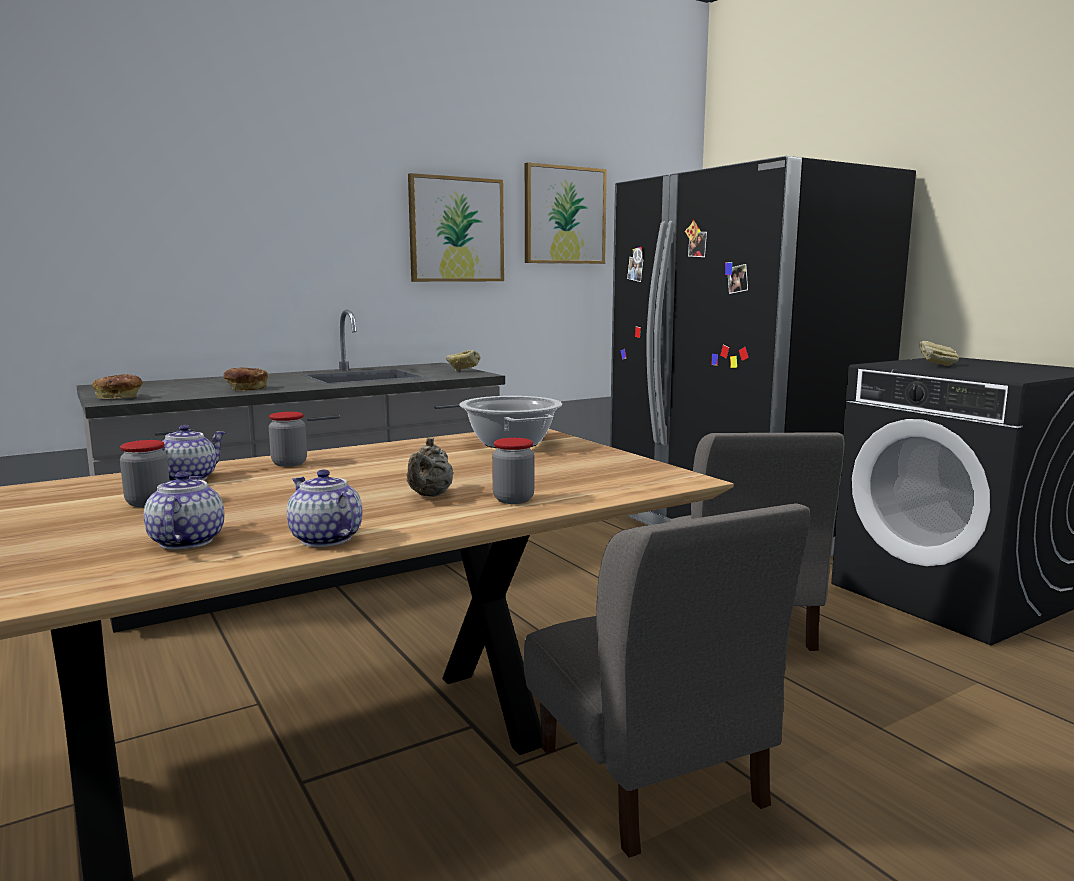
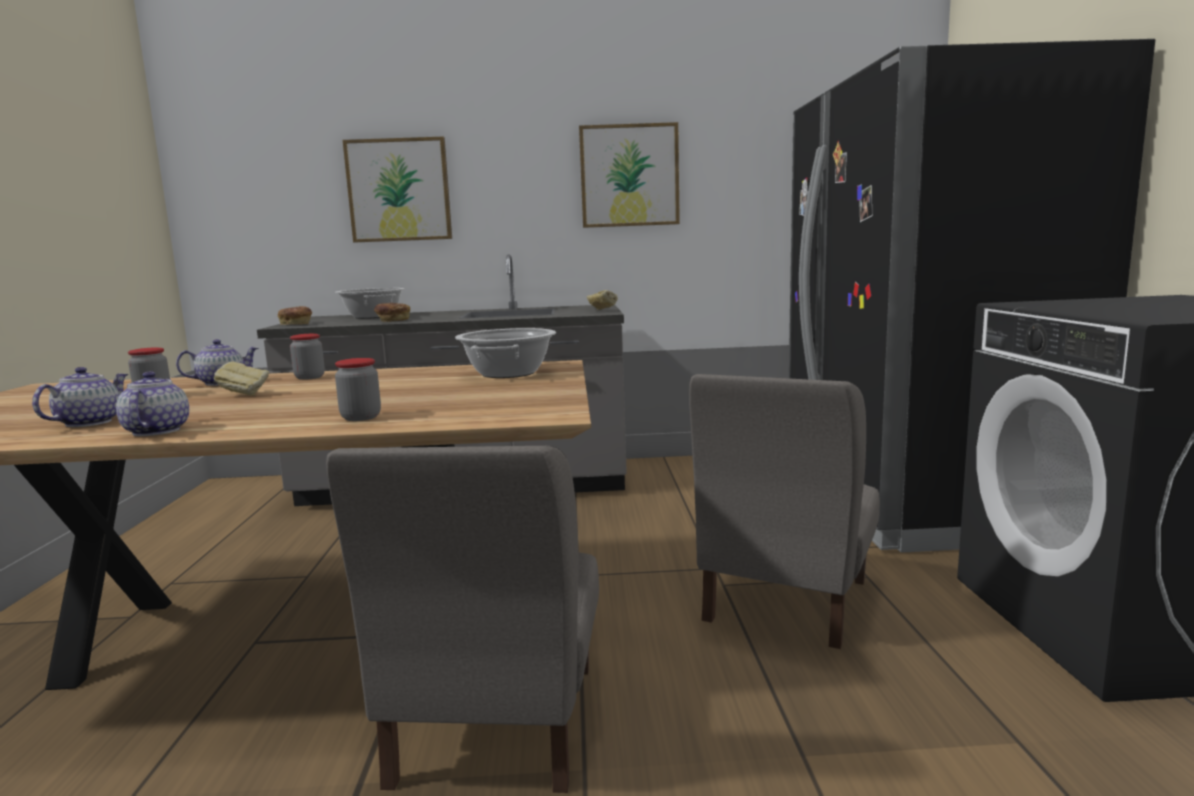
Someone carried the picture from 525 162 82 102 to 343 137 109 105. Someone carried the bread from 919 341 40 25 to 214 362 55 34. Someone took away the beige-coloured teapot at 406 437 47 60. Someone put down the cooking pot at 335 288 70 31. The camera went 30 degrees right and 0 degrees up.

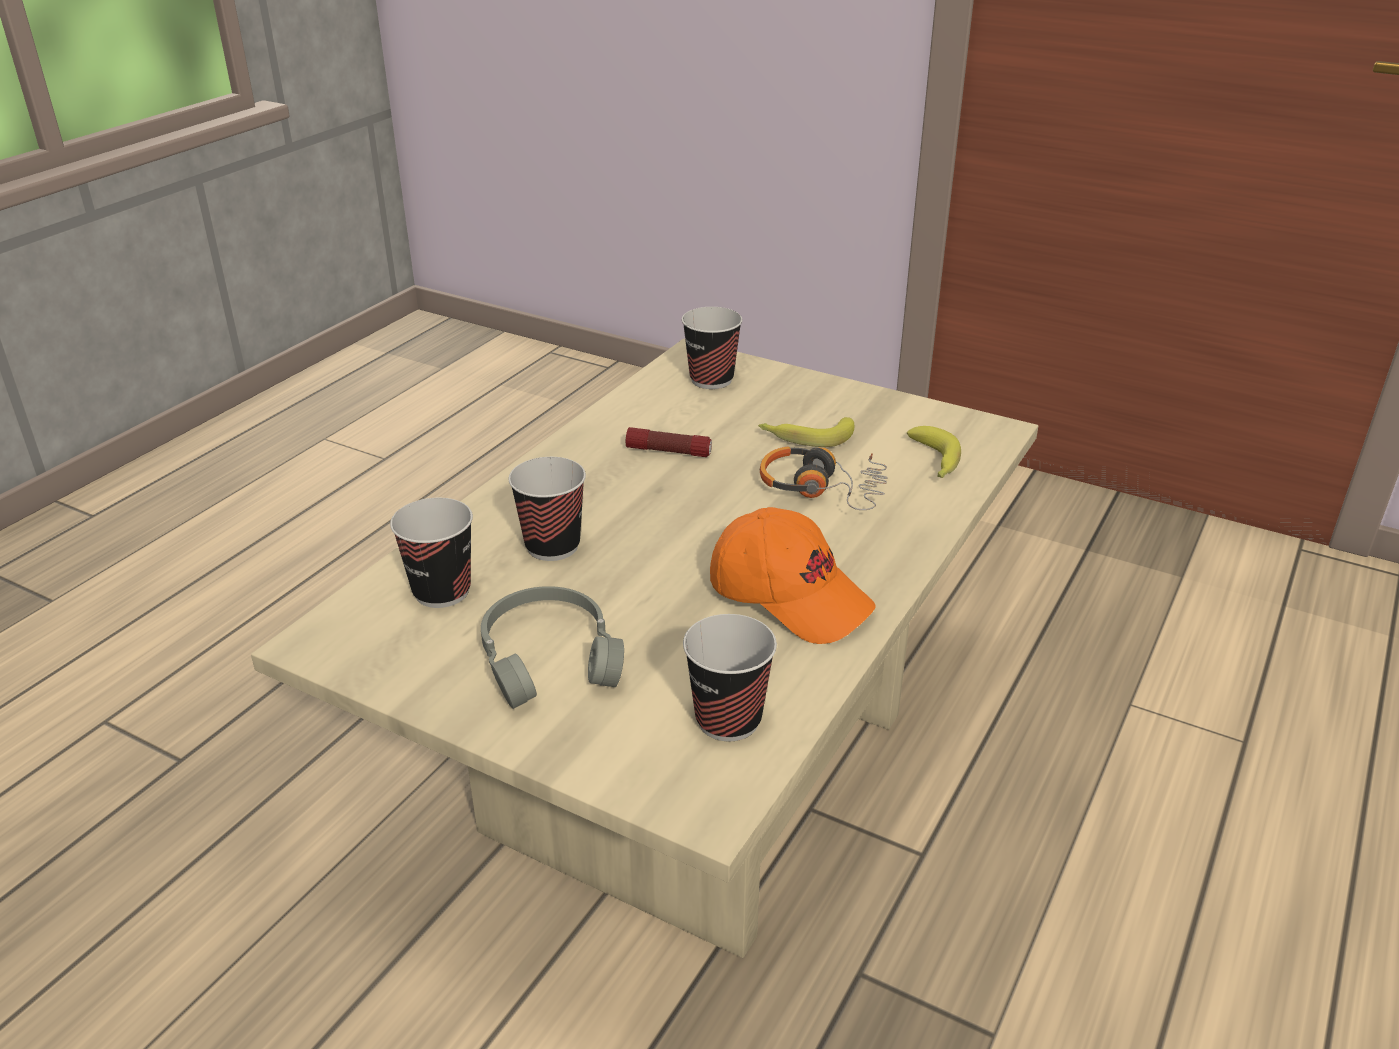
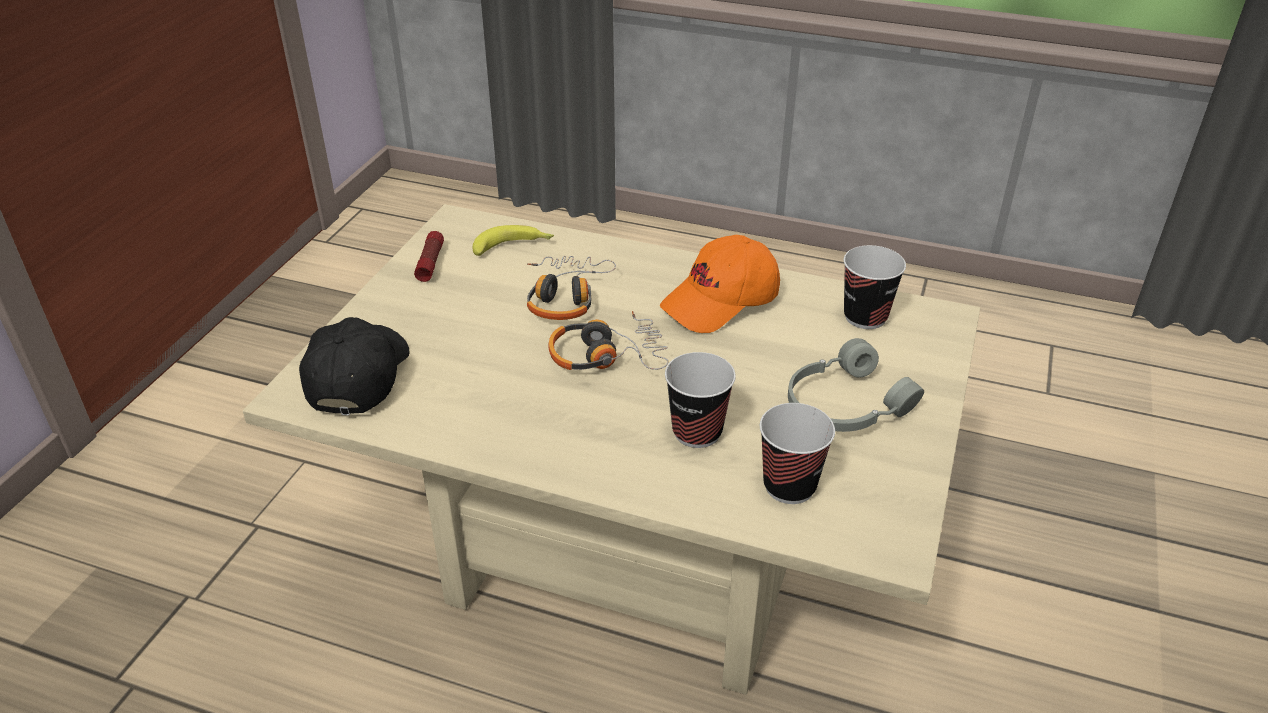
Someone swapped the small cup at 682 307 60 82 for the black baseball cap at 299 317 111 98. Someone took away the banana at 758 417 96 30. Someone carried the torch from 626 427 86 30 to 414 231 30 51. Someone rotated the orange-coloured baseball cap at 710 507 166 137 by 150 degrees counterclockwise. Someone put down the headphones at 548 311 121 59. The camera went 100 degrees left and 5 degrees up.

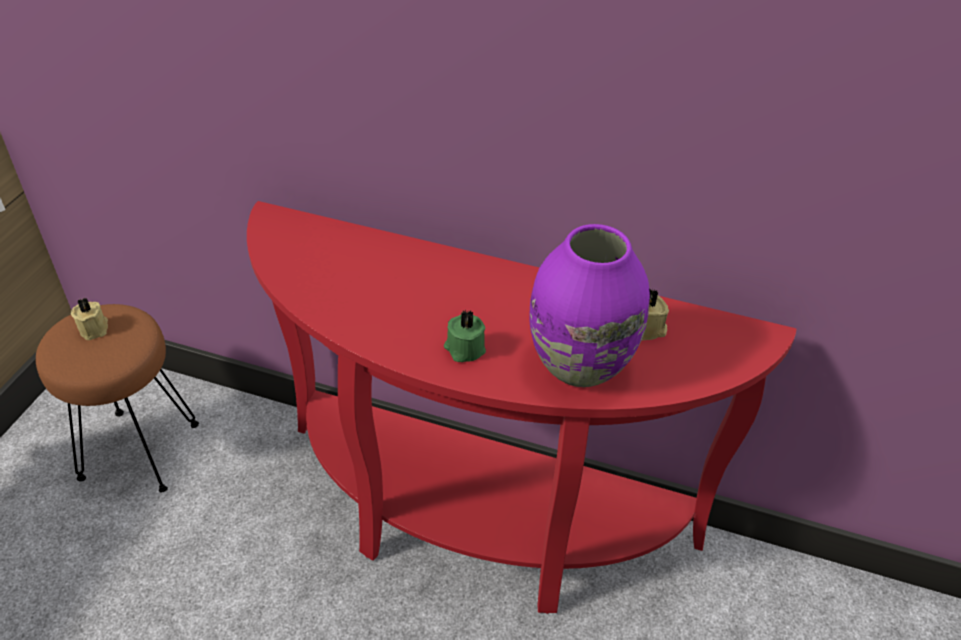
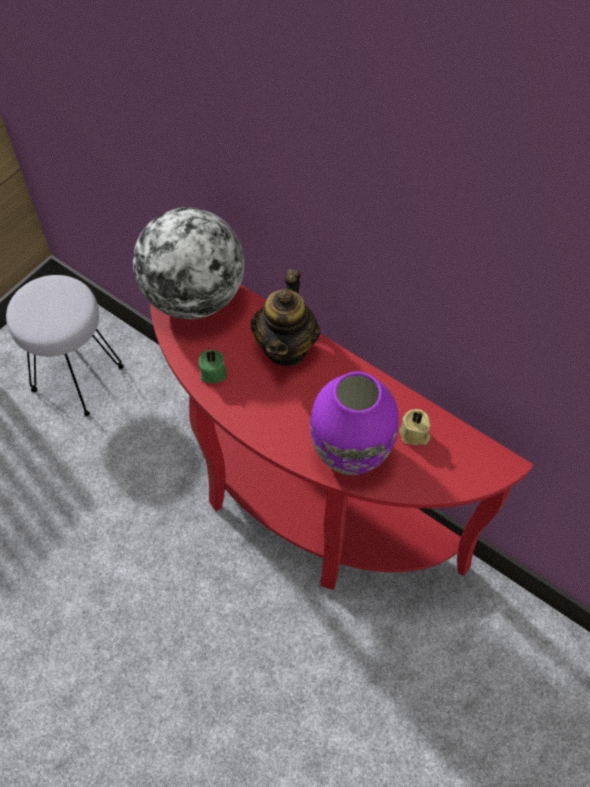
Someone took away the beige-coloured candle at 71 298 37 42. Someone repainted the brown stool seat at 36 304 163 188, which became the grey stool seat at 6 275 118 141. Someone carried the green-coloured candle from 444 309 42 53 to 198 350 29 33. Someone put down the world globe at 133 207 111 112. Someone put down the teapot at 251 269 69 97. The camera went 20 degrees right and 15 degrees up.

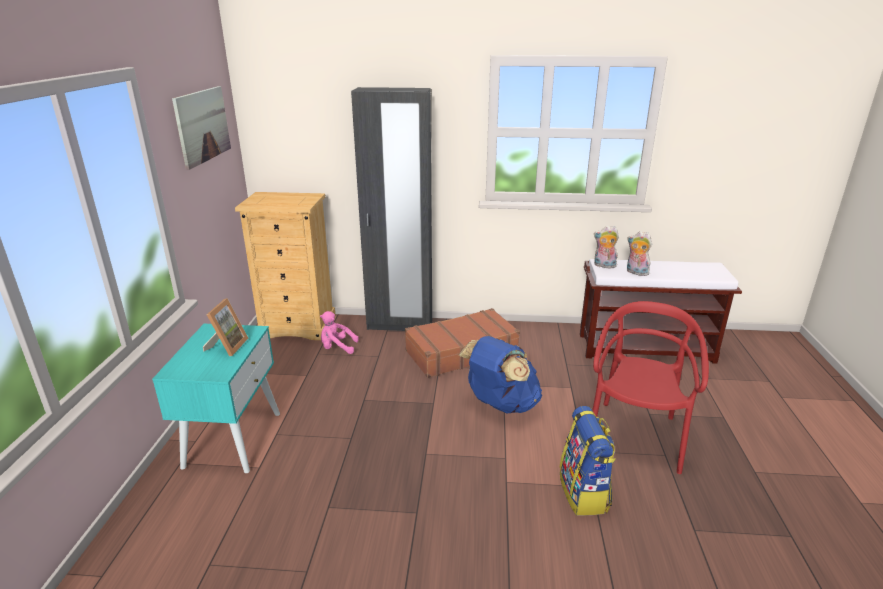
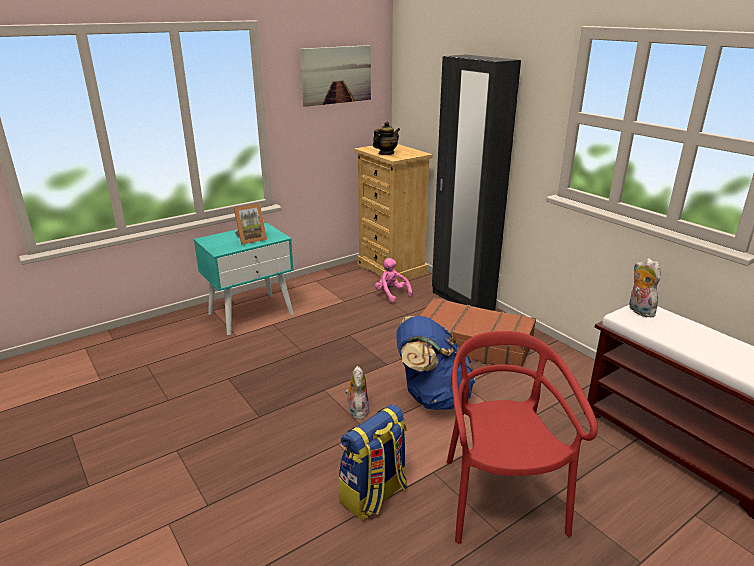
Someone carried the soft toy from 627 231 25 45 to 345 366 24 54. Someone rotated the reddish chair at 592 301 117 173 by 75 degrees counterclockwise. Someone put down the teapot at 373 122 27 33. The camera went 50 degrees right and 0 degrees up.

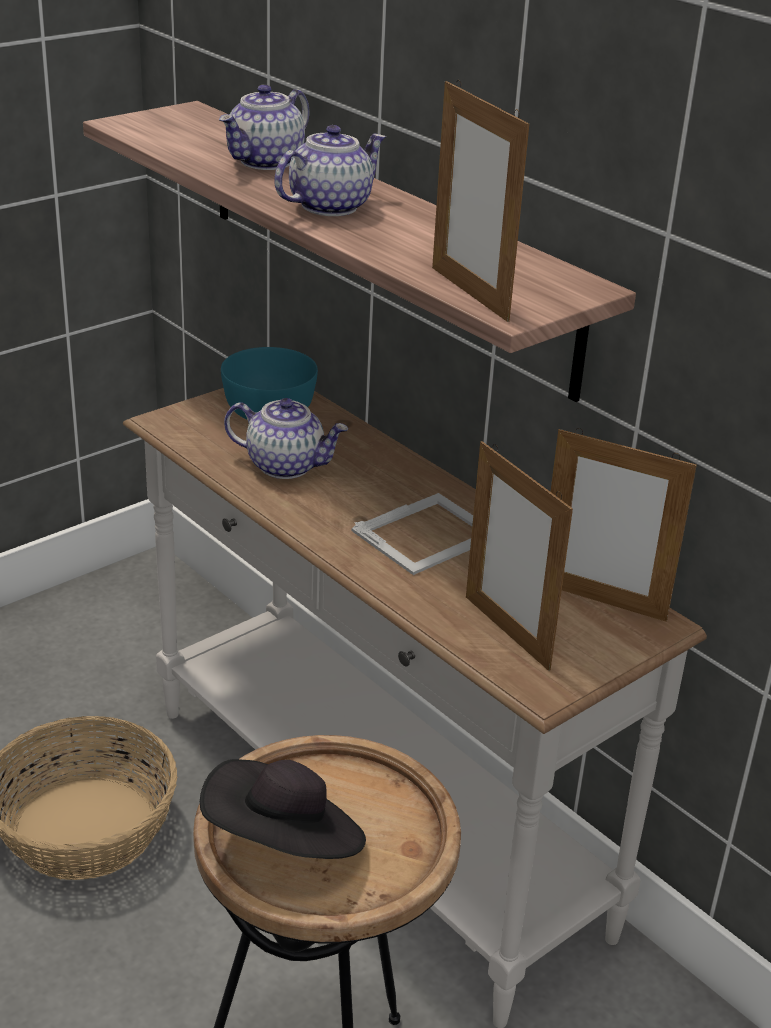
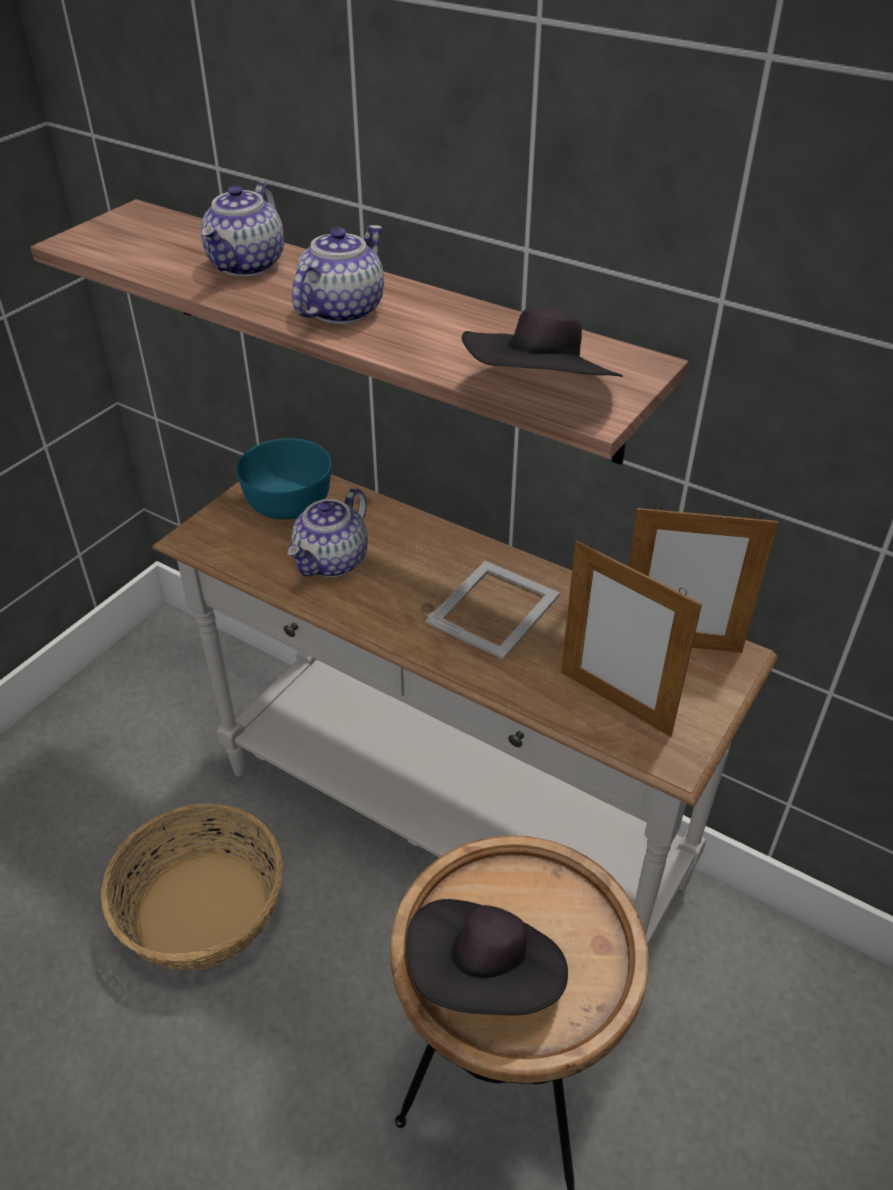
Someone swapped the standing frame at 432 80 97 242 for the black wearable hat at 462 306 161 71. Someone rotated the teapot at 224 398 125 81 by 120 degrees clockwise. The camera went 15 degrees left and 10 degrees up.

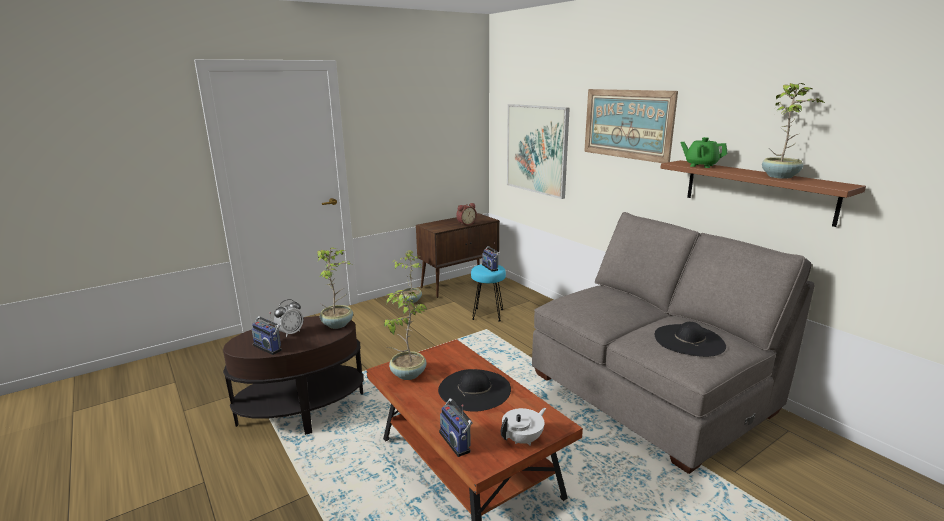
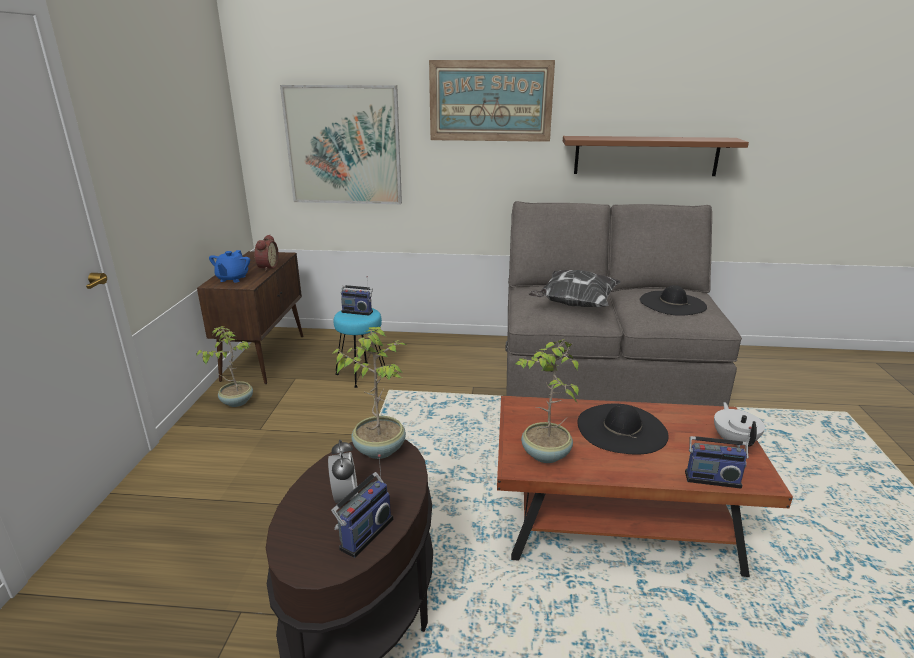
Someone took away the plant in a pot at 762 83 63 96. Someone took away the green-coloured teapot at 681 137 47 31. Someone rotated the radio at 252 312 30 43 by 45 degrees counterclockwise. Someone put down the blue-coloured teapot at 209 250 41 33. Someone put down the cushion at 529 270 92 37. The camera went 50 degrees left and 5 degrees up.

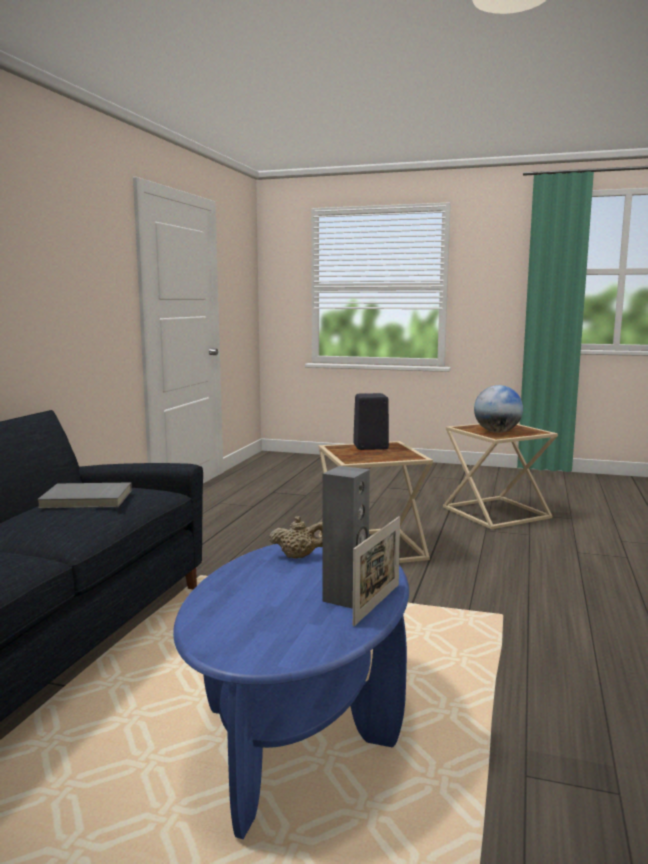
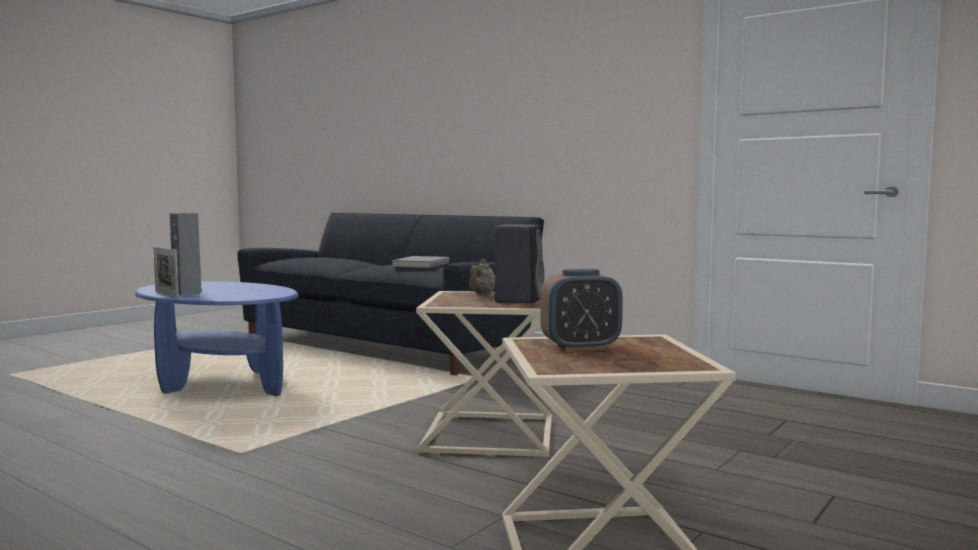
Someone swapped the world globe at 474 385 49 48 for the table clock at 540 269 83 82. Someone carried the beige-coloured teapot from 269 516 53 42 to 469 259 26 35. The camera went 110 degrees right and 5 degrees down.

